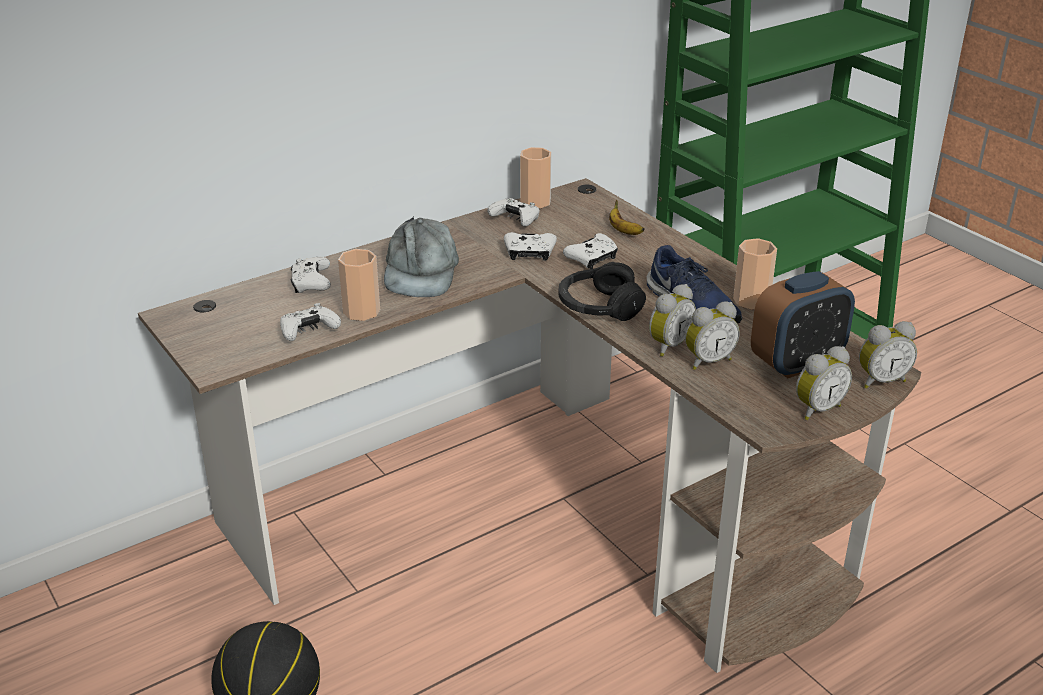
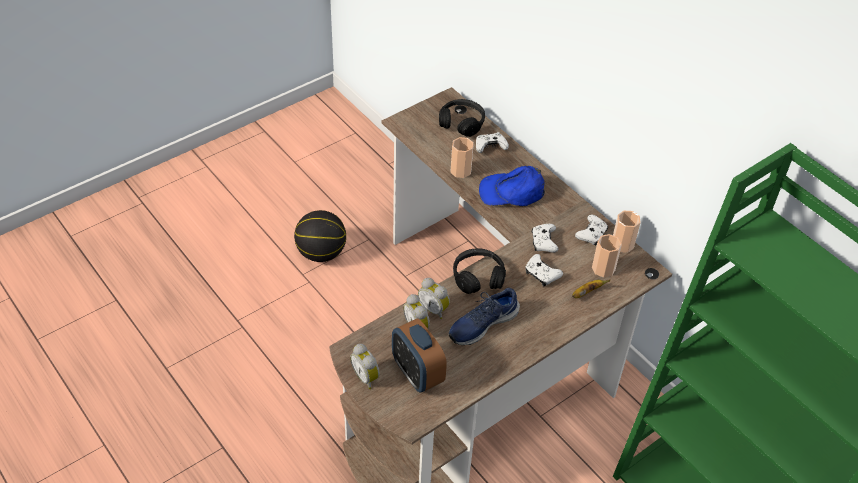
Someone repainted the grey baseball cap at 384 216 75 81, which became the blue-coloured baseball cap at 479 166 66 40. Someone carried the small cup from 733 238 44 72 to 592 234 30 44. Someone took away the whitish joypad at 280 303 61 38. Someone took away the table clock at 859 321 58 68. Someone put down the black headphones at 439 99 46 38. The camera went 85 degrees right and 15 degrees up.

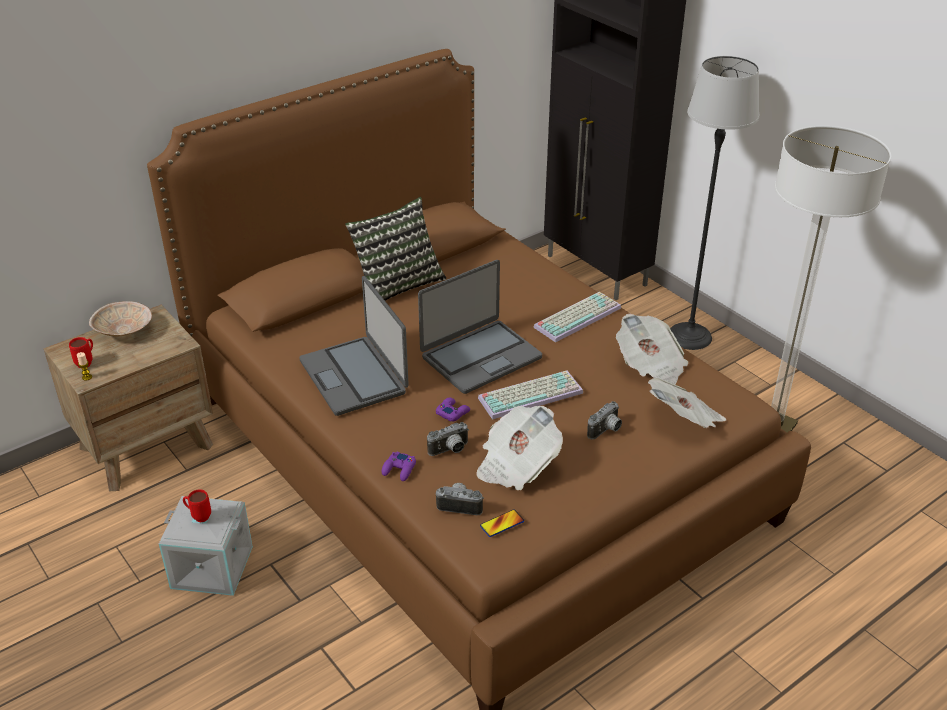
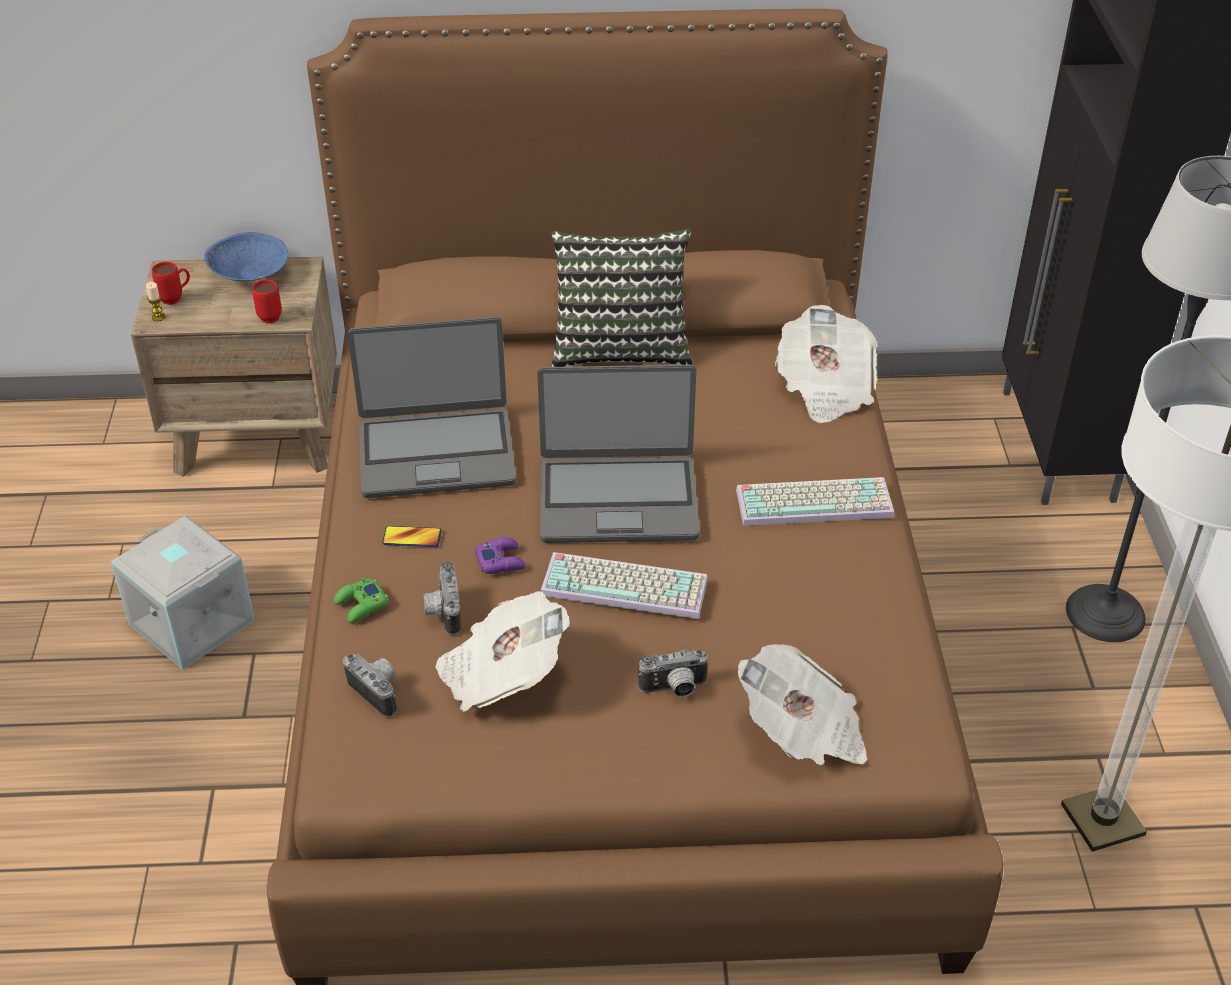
Someone rotated the notebook computer at 299 276 110 140 by 105 degrees counterclockwise. Someone repainted the beige-coloured bowl at 89 301 63 35, which became the blue-coloured bowl at 204 232 85 50. Someone carried the newspaper from 616 313 73 72 to 775 305 102 118. Someone rotated the still camera at 427 422 42 34 by 75 degrees clockwise. Someone repainted the purple joypad at 382 452 34 29, which became the green-coloured joypad at 334 577 55 46. Someone carried the reddish mug from 183 489 28 33 to 252 280 30 43. Someone carried the handset from 480 509 44 28 to 382 526 60 21. The camera went 35 degrees right and 5 degrees up.

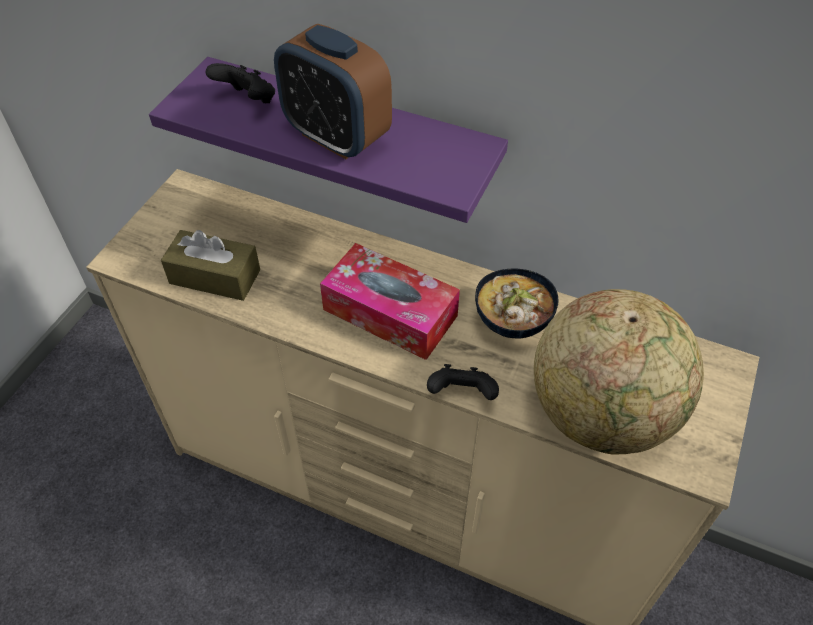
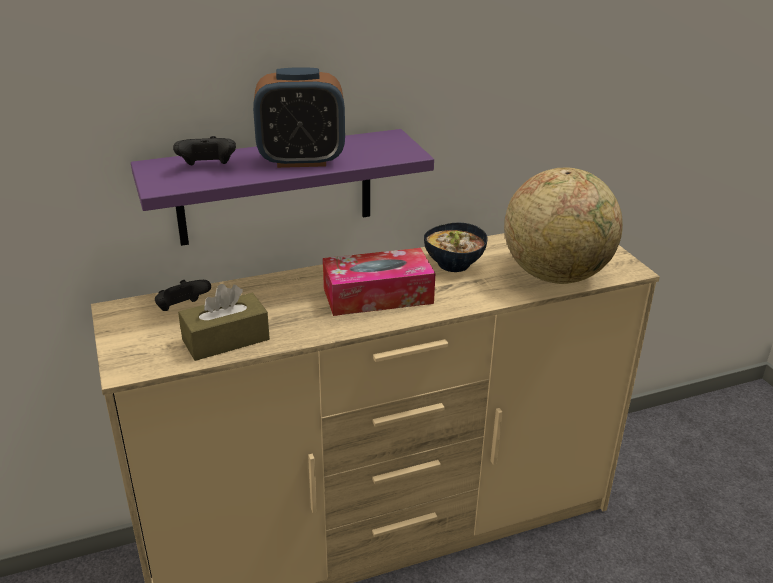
Someone carried the black joypad from 427 364 72 36 to 155 280 56 31. The camera went 45 degrees left and 20 degrees down.

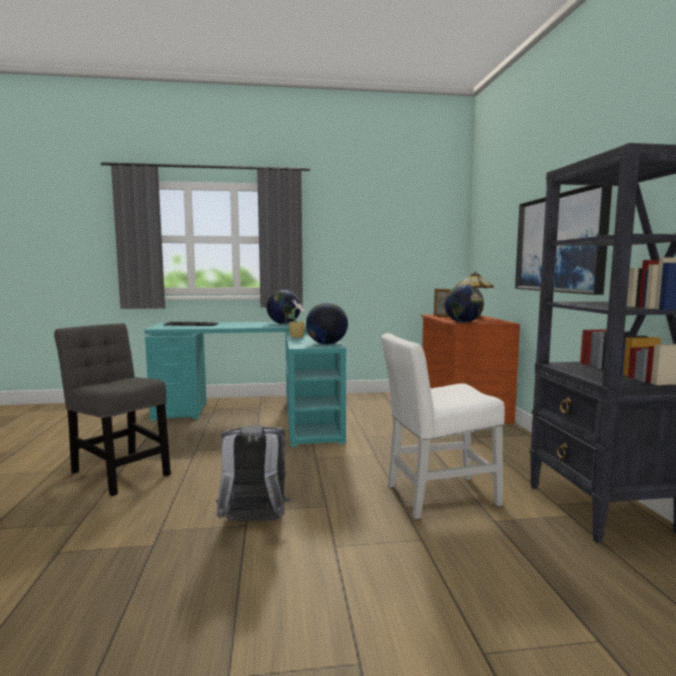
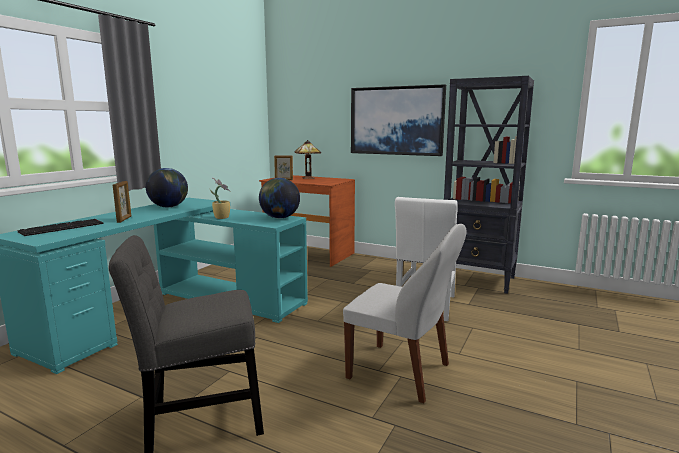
Someone took away the world globe at 444 285 40 38. Someone swapped the grey rucksack at 216 425 74 97 for the whitish chair at 343 224 124 179. Someone put down the standing frame at 113 181 18 42. The camera went 55 degrees left and 5 degrees up.

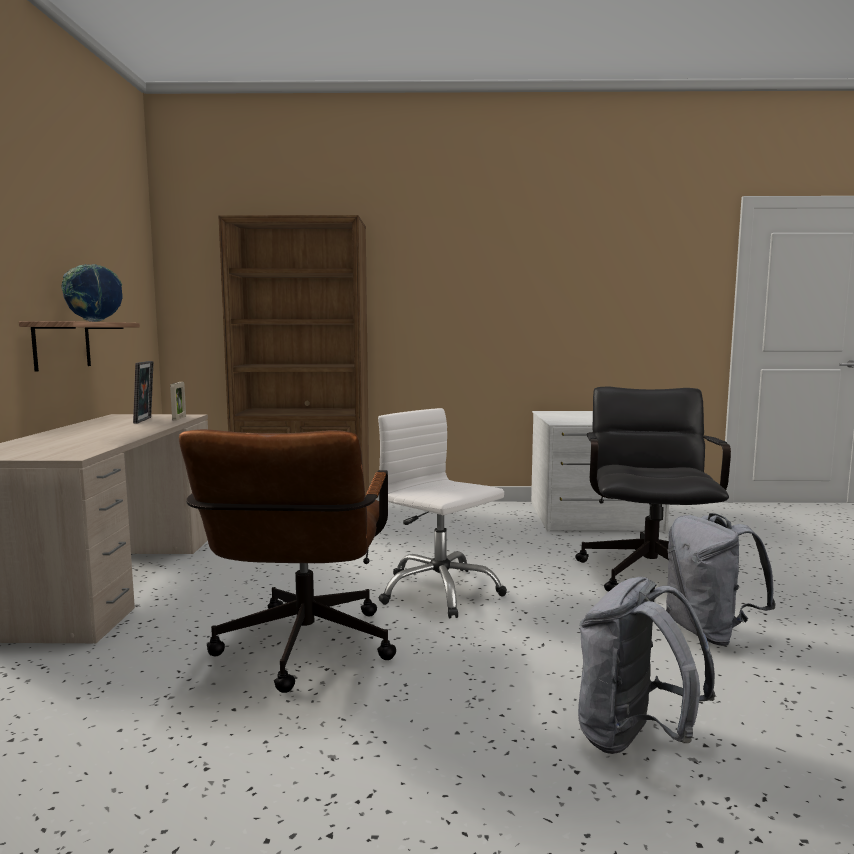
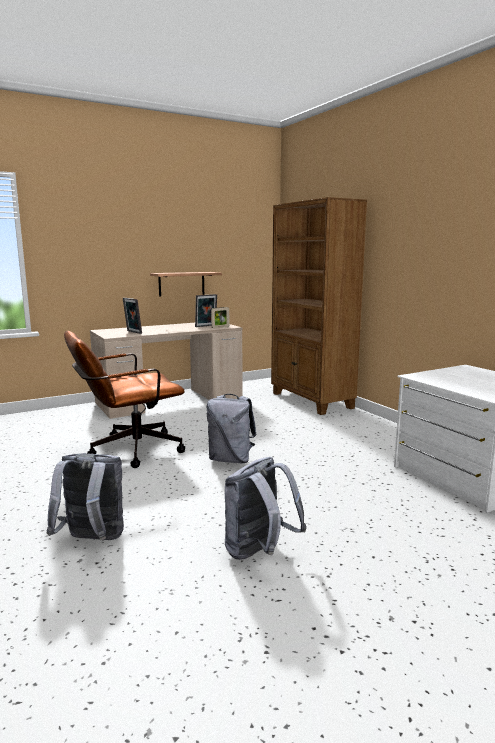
Someone took away the world globe at 61 264 61 58. Someone took away the black desk chair at 575 387 156 205. Someone swapped the whitish desk chair at 378 408 129 211 for the grey rucksack at 207 394 50 69. Someone put down the standing frame at 123 298 19 36. The camera went 60 degrees right and 5 degrees up.

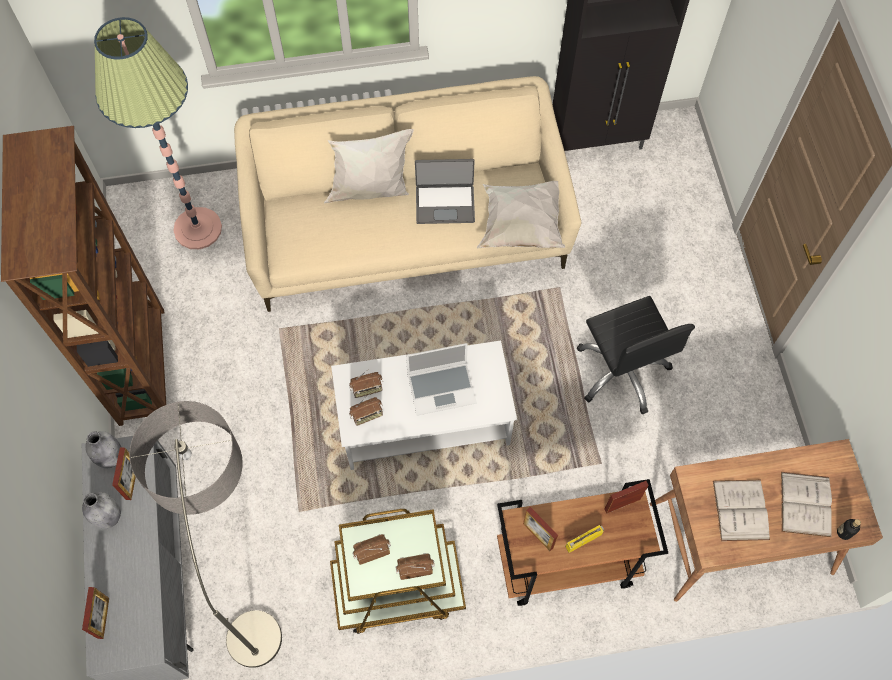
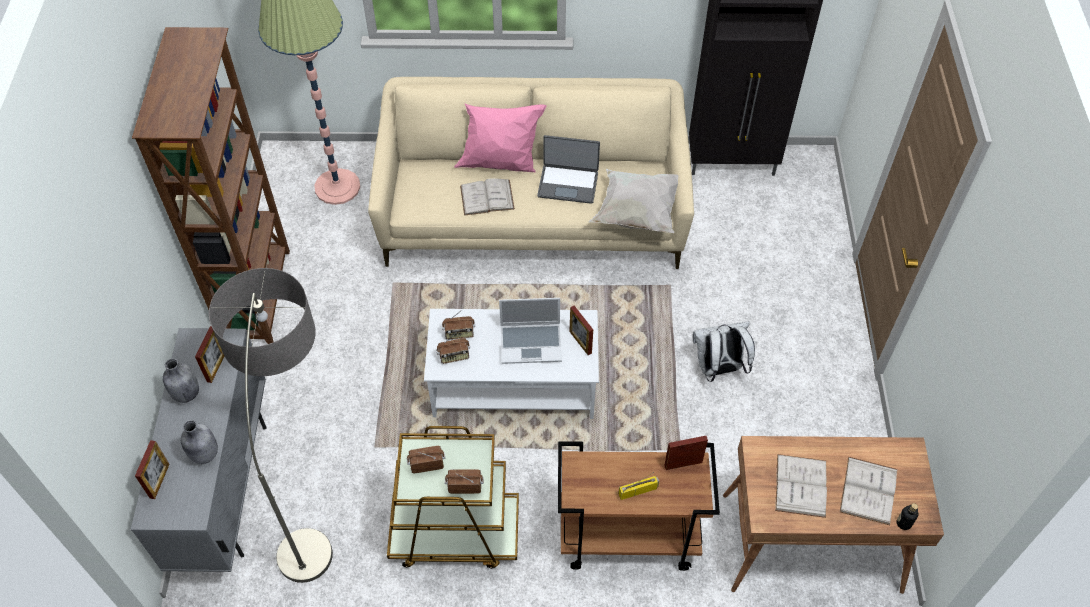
Someone repainted the whitish cushion at 324 129 90 74, which became the pink-coloured cushion at 454 103 93 69. Someone swapped the black desk chair at 577 296 118 118 for the whitish rucksack at 693 321 62 61. Someone carried the grey bottle from 85 431 36 37 to 181 420 37 44. Someone carried the standing frame from 523 507 35 44 to 569 306 24 49. Someone put down the whitish bound book at 460 178 55 37. The camera went 10 degrees right and 10 degrees down.

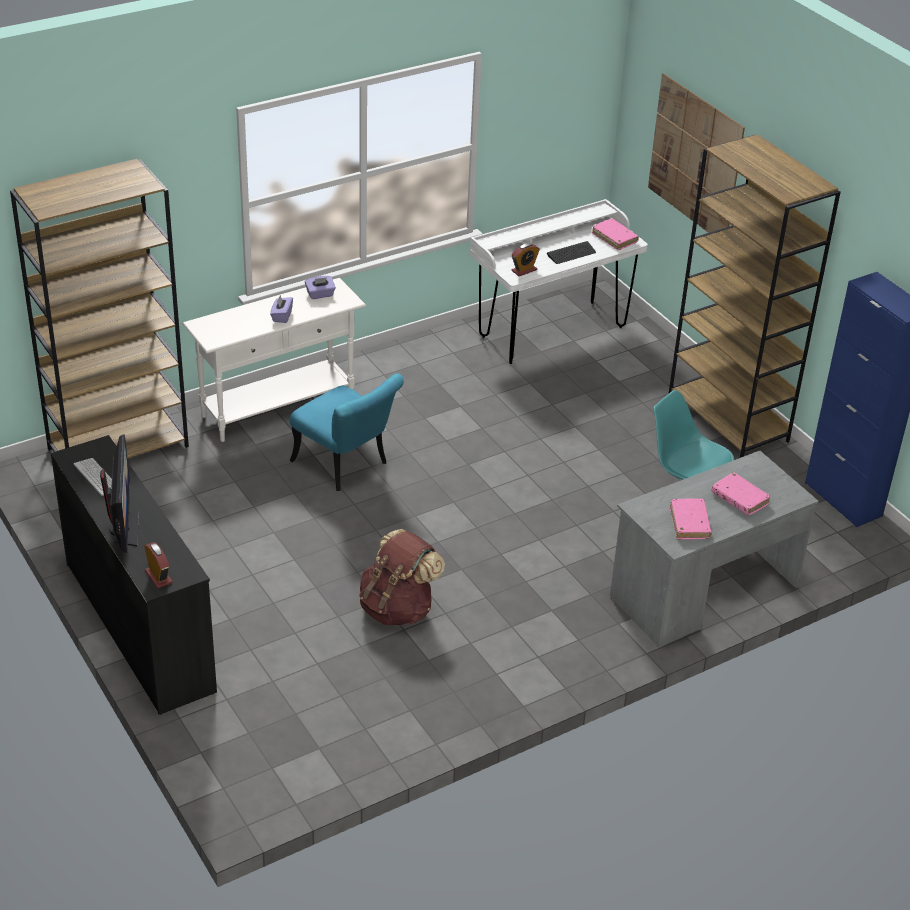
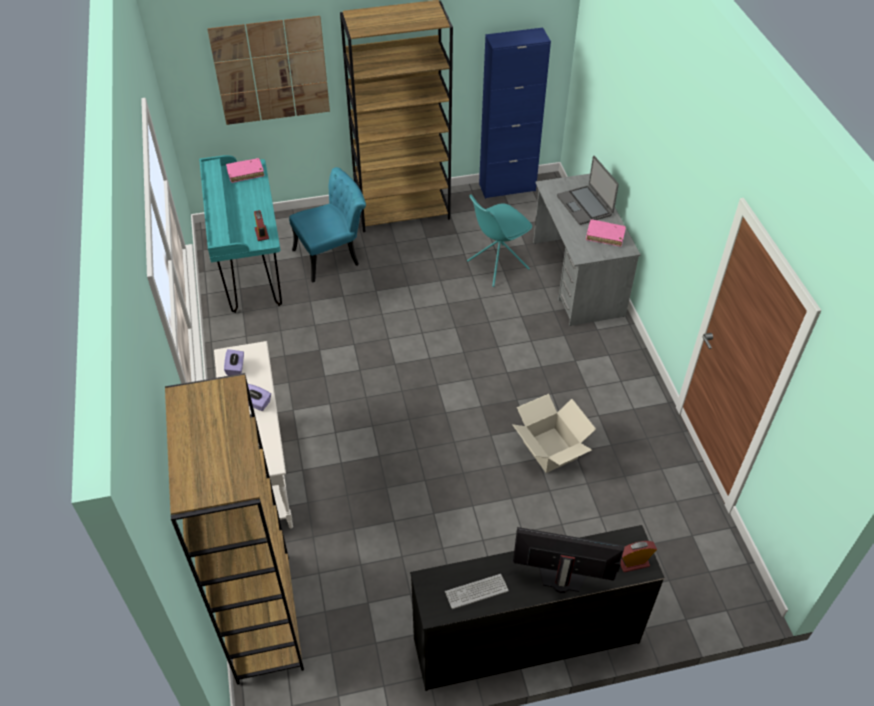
Someone repainted the whitish desk at 470 199 178 165, which became the turquoise-coloured desk at 199 155 83 158. Someone took away the PC keyboard at 547 241 49 23. Someone carried the turquoise-coloured chair from 290 373 114 118 to 289 167 77 116. Someone swapped the pink-coloured bound book at 712 472 58 43 for the notebook computer at 557 156 62 69. Someone swapped the brown rucksack at 359 529 86 97 for the carton at 513 394 83 79. The camera went 70 degrees left and 10 degrees up.

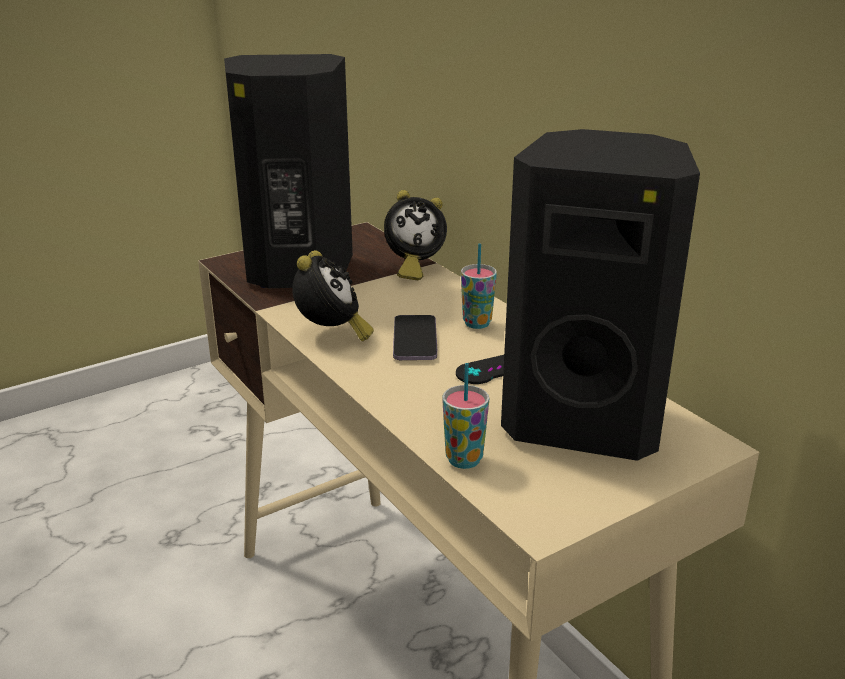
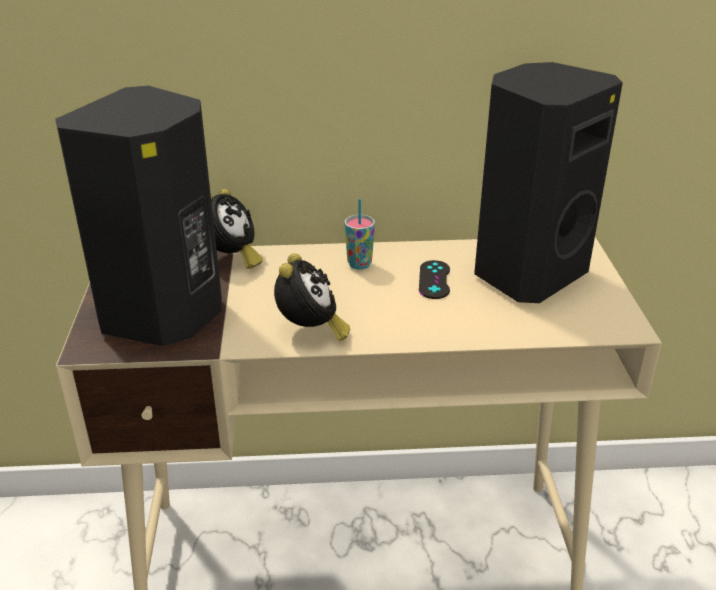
Someone rotated the table clock at 292 250 82 91 by 60 degrees clockwise. Someone took away the handset at 393 315 44 45. Someone took away the small cup at 442 363 47 106. The camera went 60 degrees left and 5 degrees up.

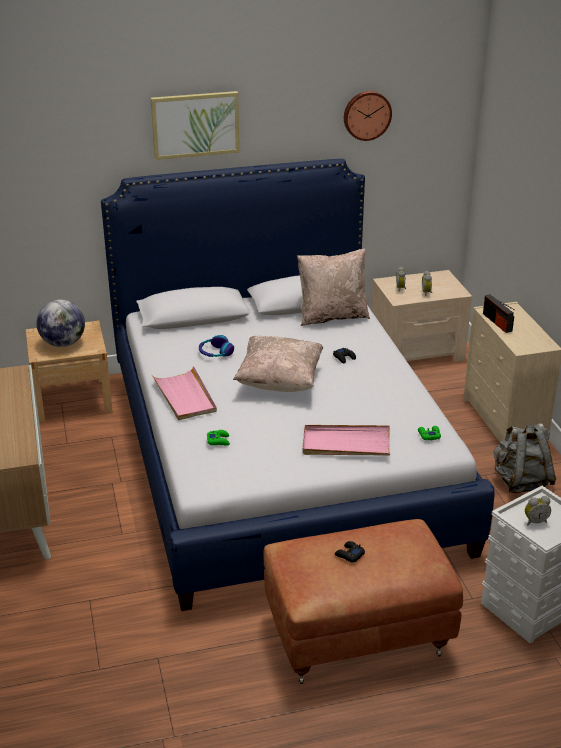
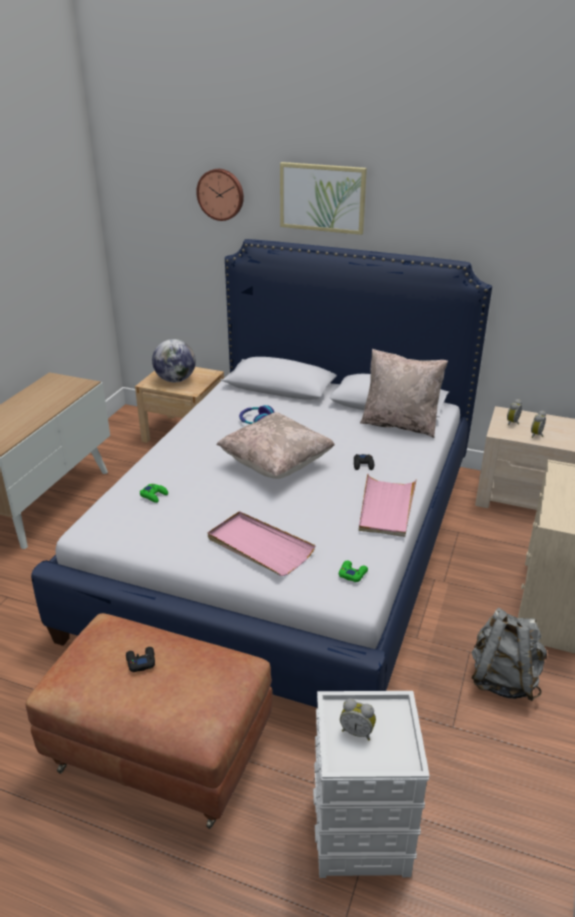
Someone carried the hanging clock from 344 91 48 50 to 196 169 48 52. Someone took away the radio at 483 294 32 39. Someone carried the pink-coloured carrying tray from 152 366 65 54 to 359 473 58 64. The camera went 35 degrees right and 0 degrees up.

